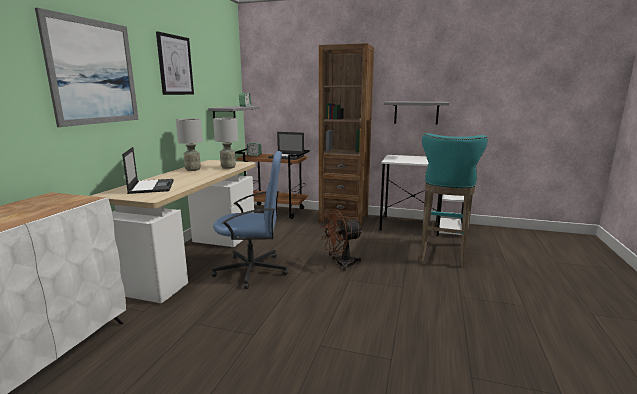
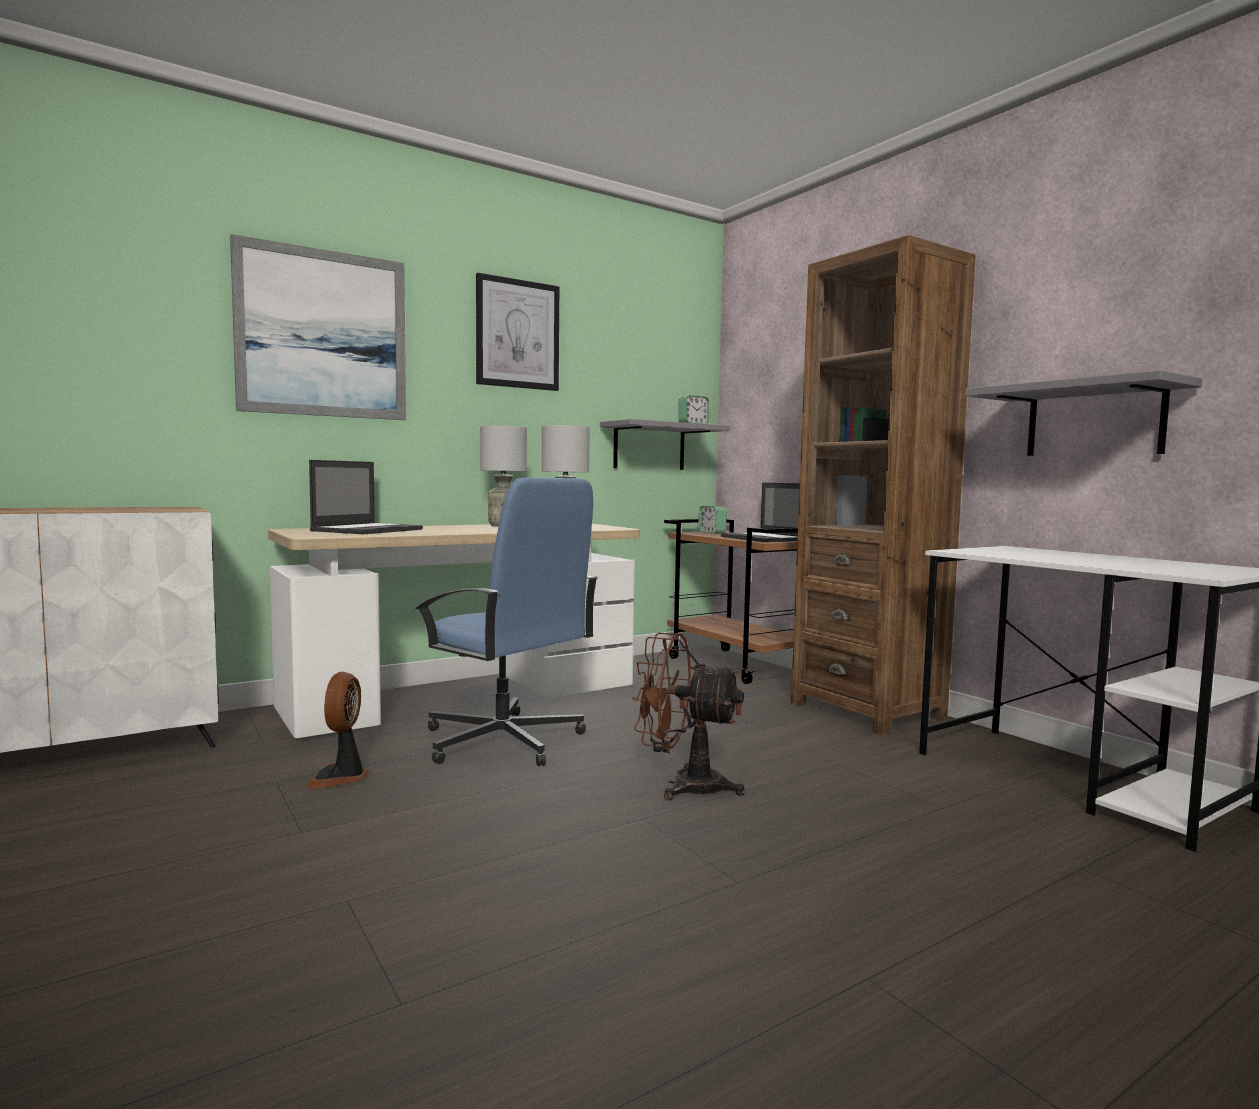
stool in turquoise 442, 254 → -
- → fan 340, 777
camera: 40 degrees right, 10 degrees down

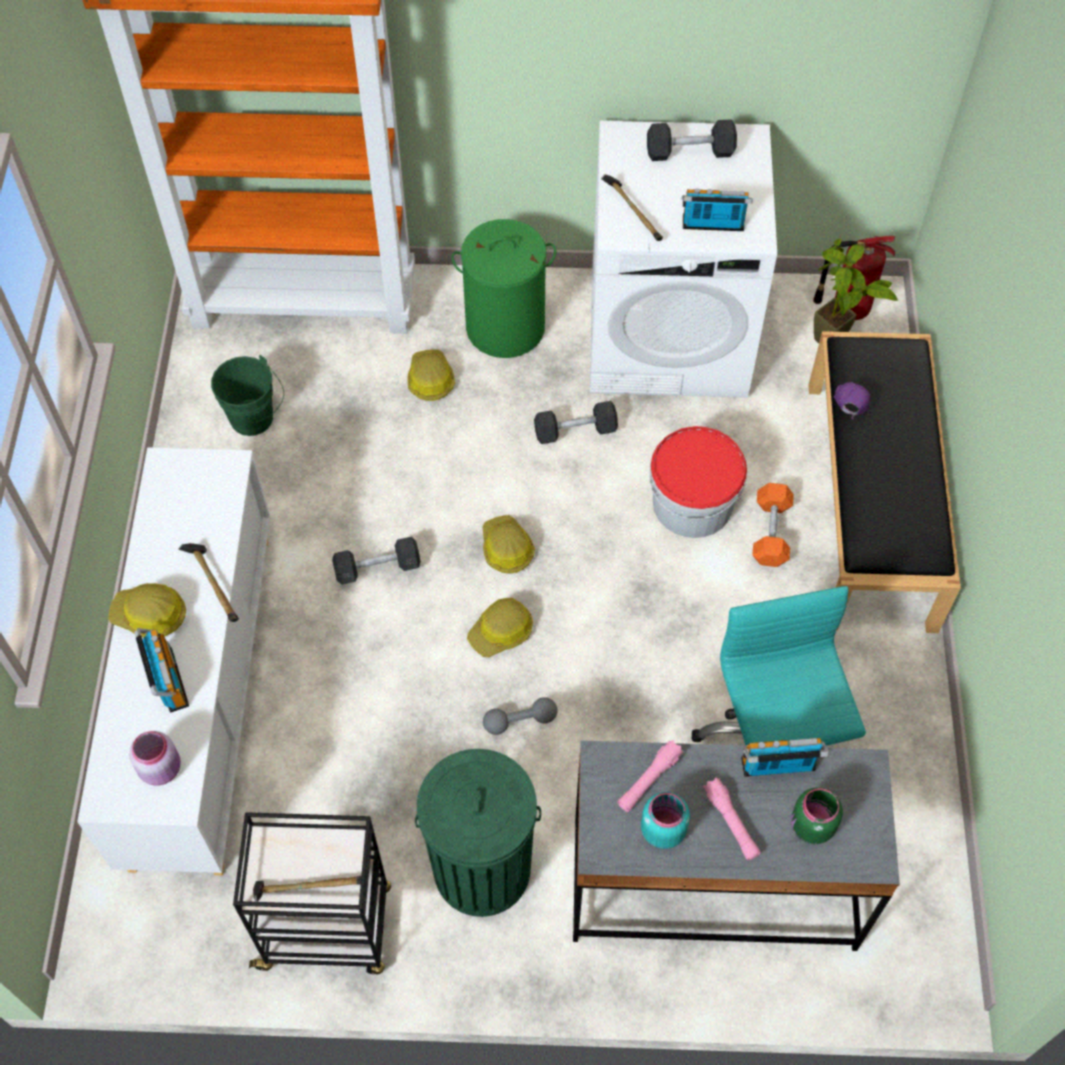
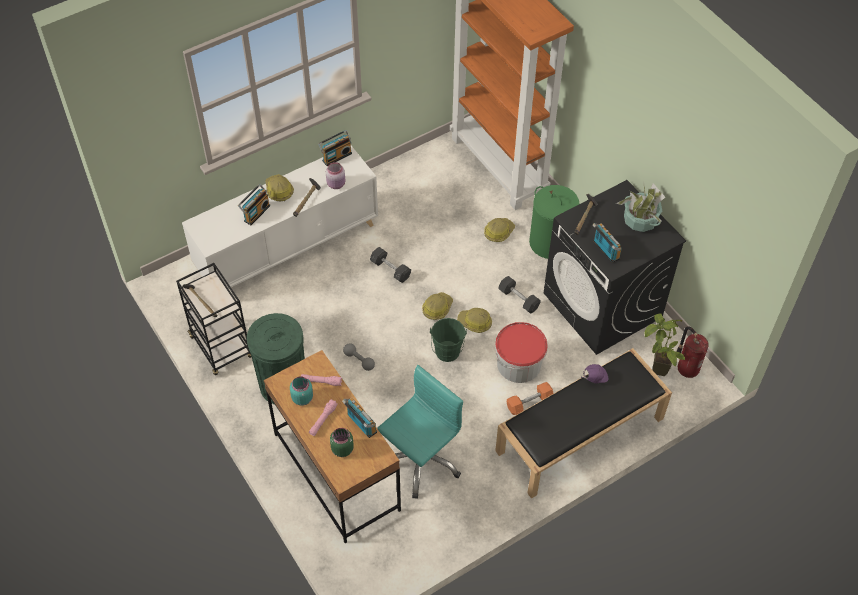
jar in pink 162, 767 → jar in pink 336, 184, move
bucket in green 255, 421 → bucket in green 447, 354, move
hard hat 501, 632 → hard hat 475, 323, move
desk in grey 712, 884 → desk in brown 336, 471
washing machine in white 669, 336 → washing machine in black 603, 305
dumbbell in grey 690, 152 → potted plant 640, 220
- → radio 336, 156
camera: 55 degrees right, 5 degrees down

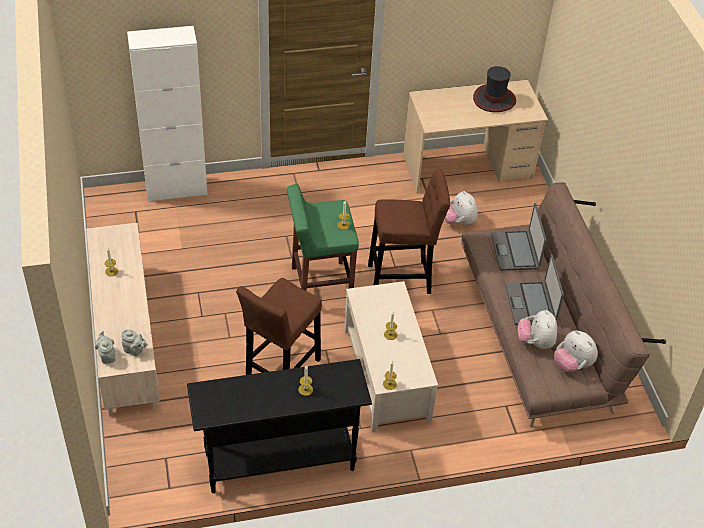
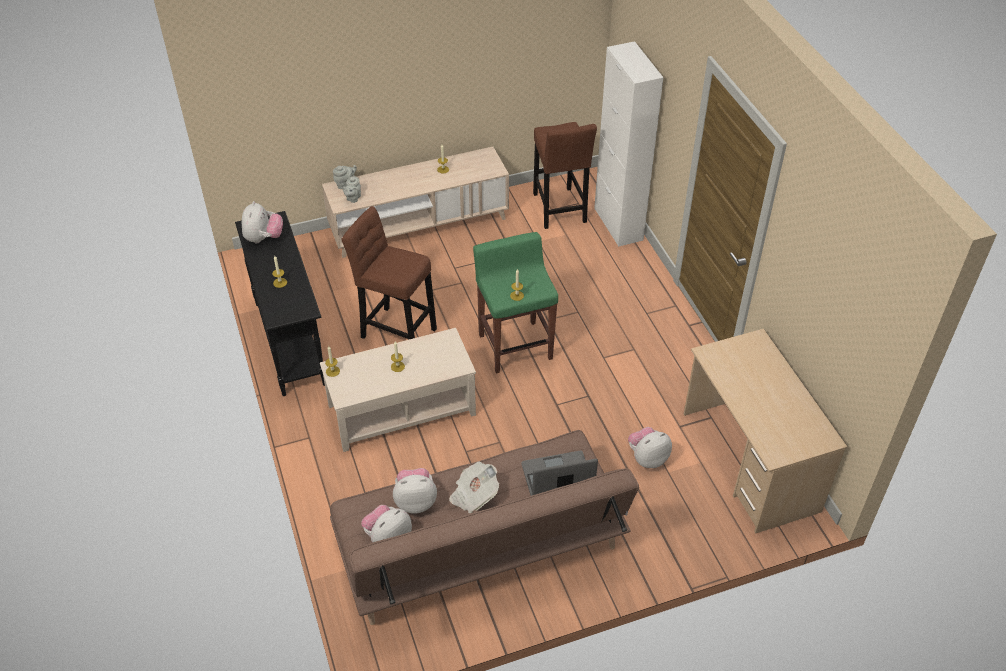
stool in brown 403, 278 → stool in brown 559, 210, move
hat 494, 99 → -
laptop 531, 304 → newspaper 474, 495
- → plush toy 263, 238
camera: 85 degrees right, 0 degrees up

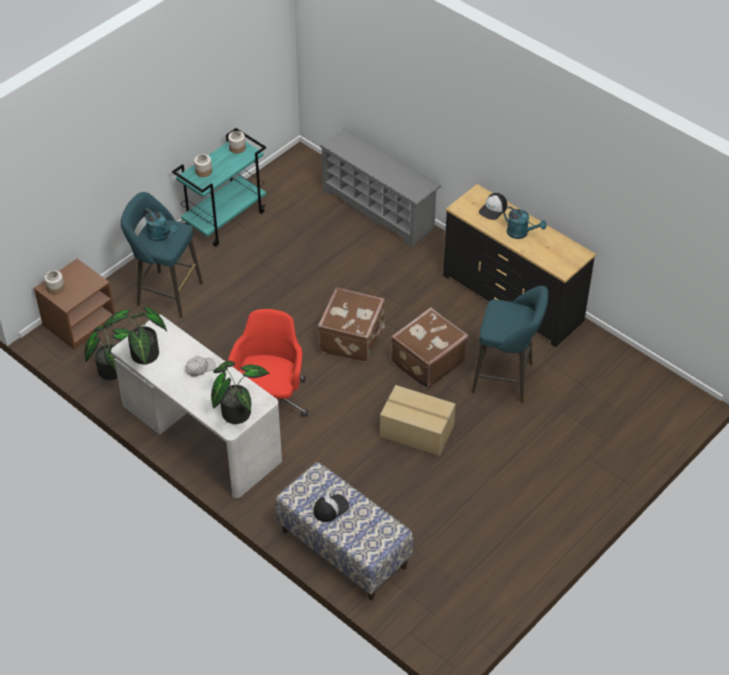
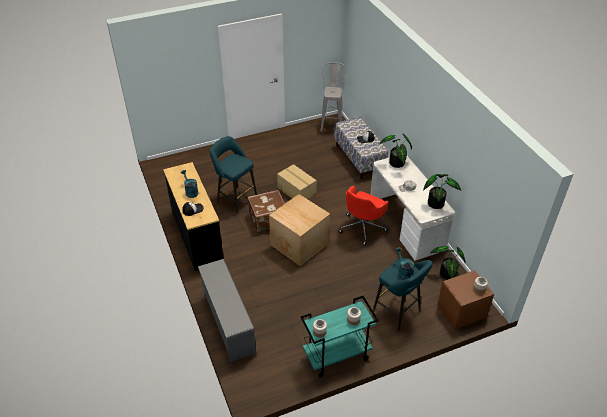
suitcase in brown 353, 338 → cardboard box 299, 245
- → stool in grey 331, 124
camera: 155 degrees left, 5 degrees down

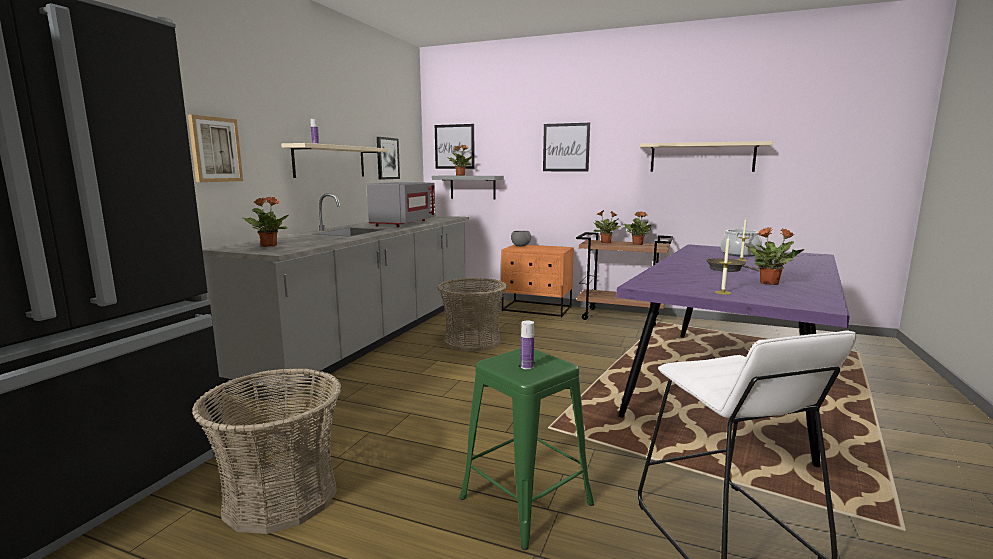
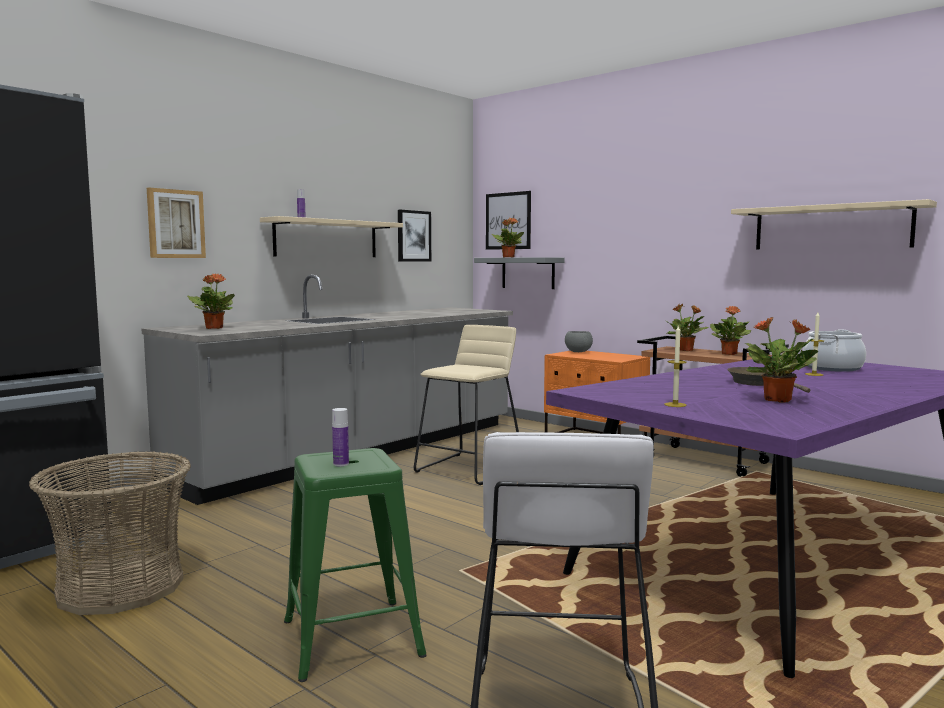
microwave in grey 403, 223 → -
basket 472, 341 → stool in beige 469, 469
picture 566, 147 → -
camera: 20 degrees right, 5 degrees down

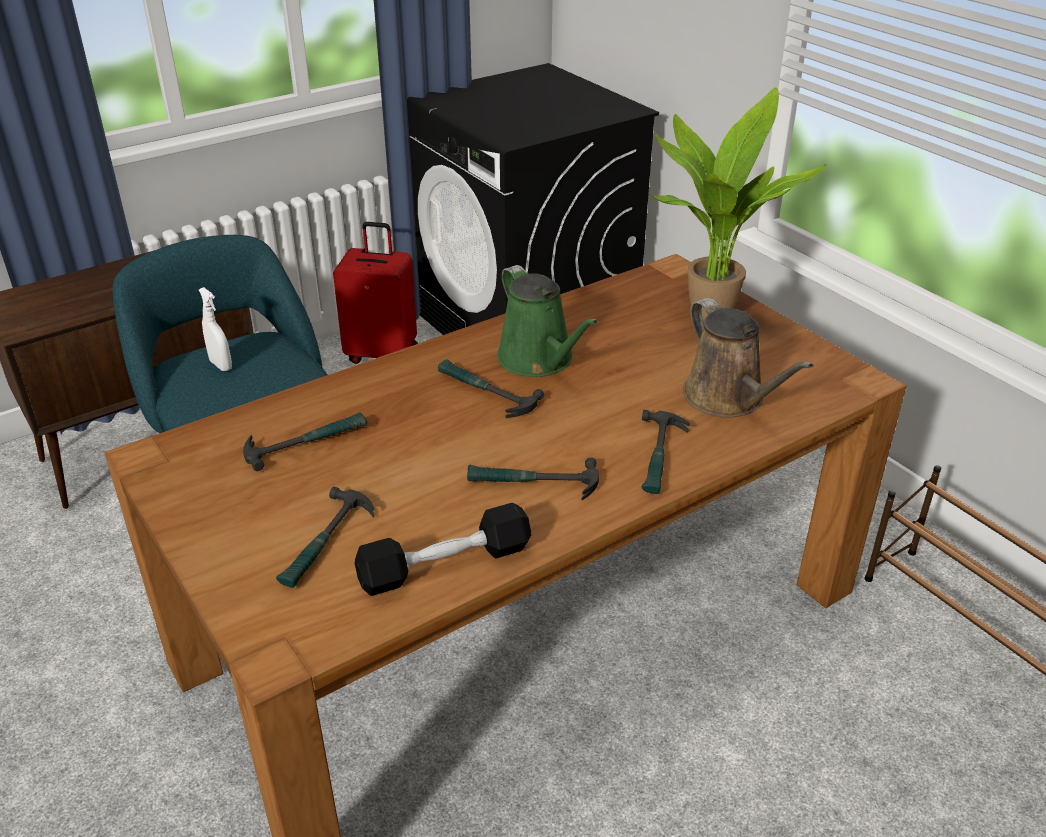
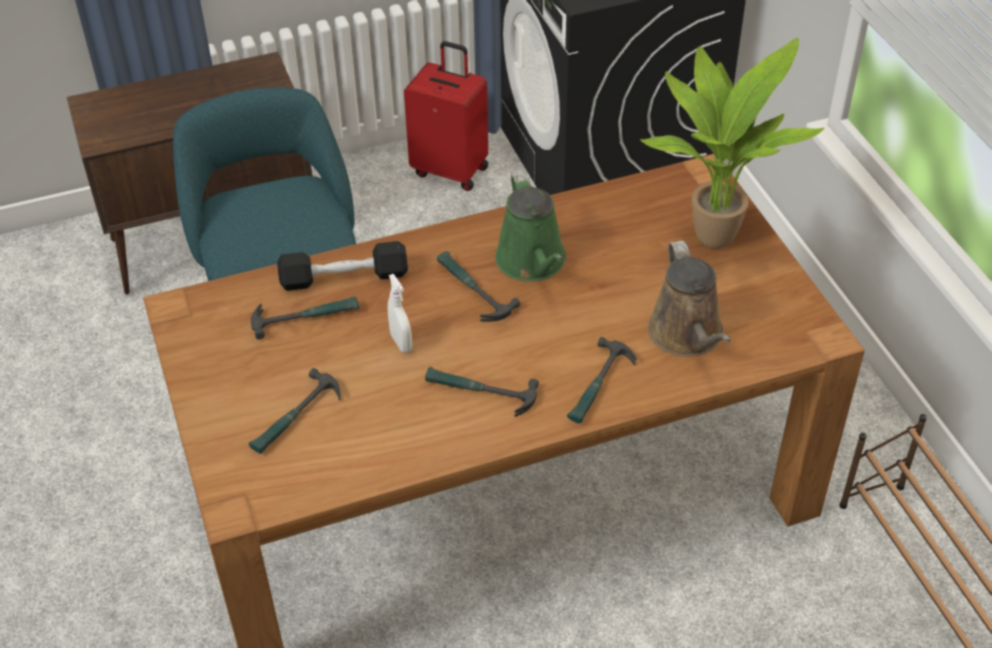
spray bottle in white 221, 365 → spray bottle in white 401, 343, move
dumbbell in black 445, 564 → dumbbell in black 344, 277, move
camera: 15 degrees right, 10 degrees up

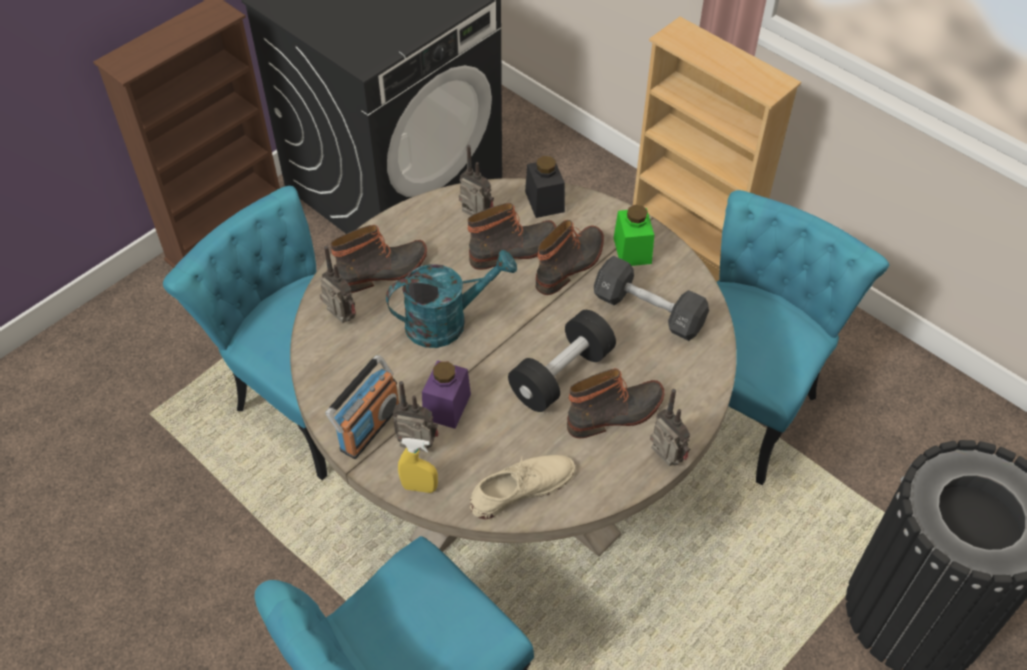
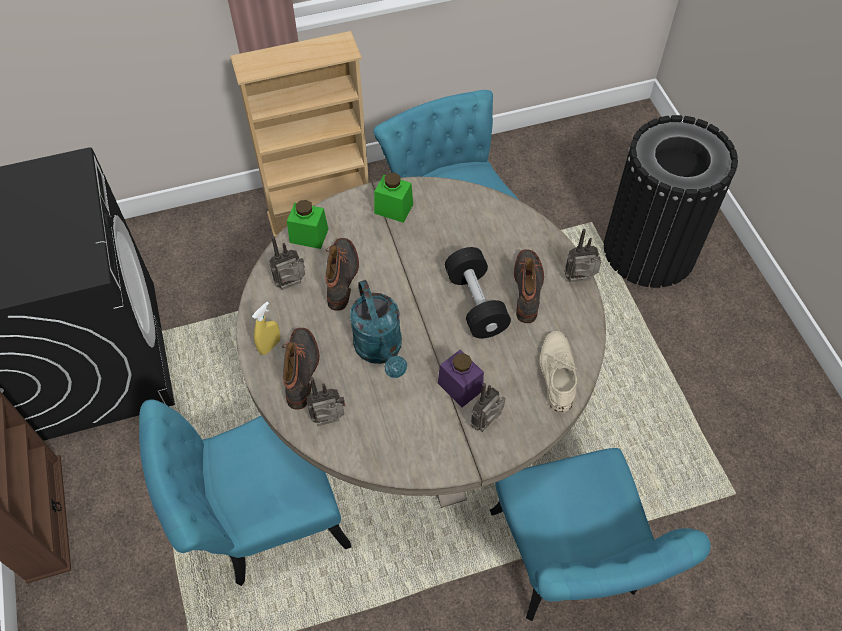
radio 369, 427 → -
watering can in turquoise 447, 321 → watering can in turquoise 381, 350, 150 degrees clockwise
spray bottle in yellow 419, 487 → spray bottle in yellow 270, 346, move
jar in black 544, 201 → jar in green 309, 236
boot 571, 265 → -
dumbbell in black 648, 311 → -
camera: 60 degrees left, 5 degrees up

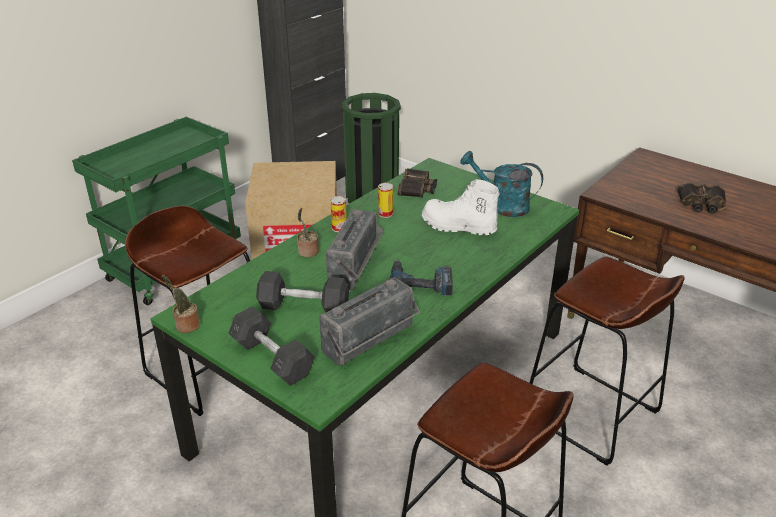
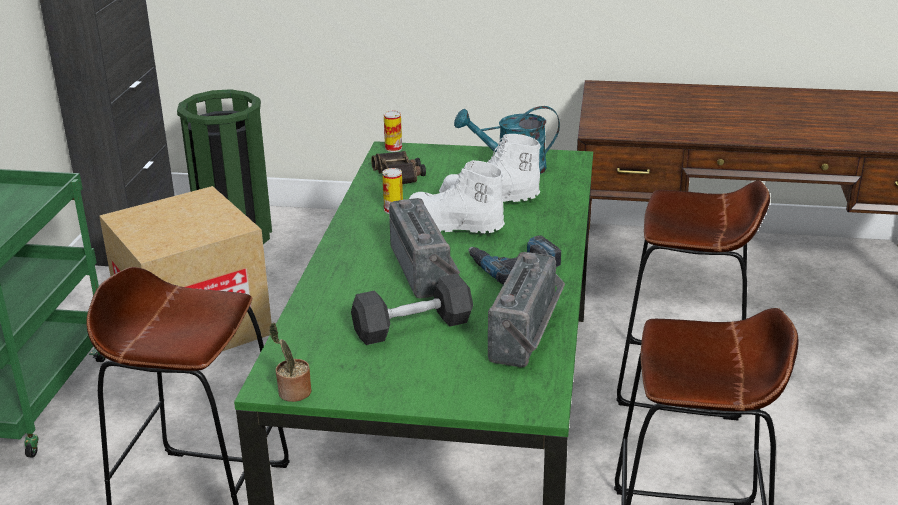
dumbbell in grey 272, 358 → -
potted plant 307, 252 → -
can 339, 228 → can 393, 148, move
binoculars 701, 204 → -
- → boot in white 453, 226
camera: 30 degrees left, 5 degrees down

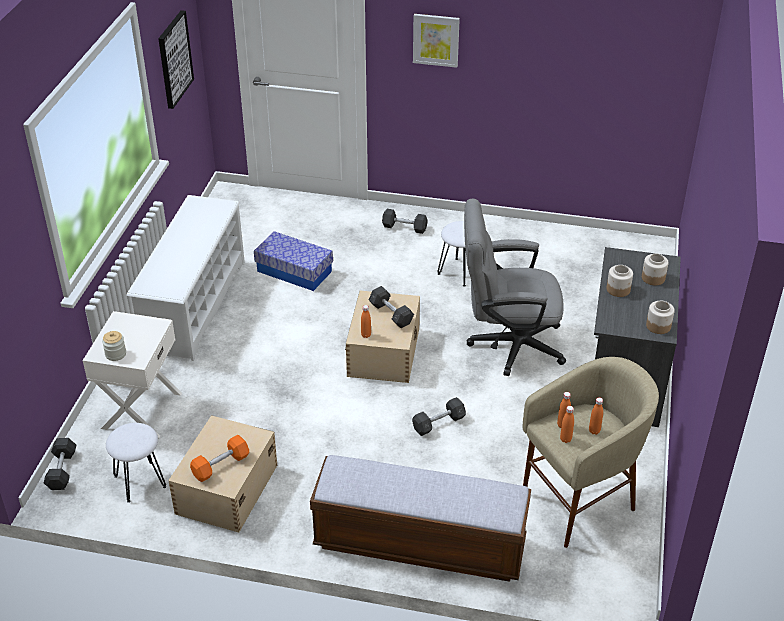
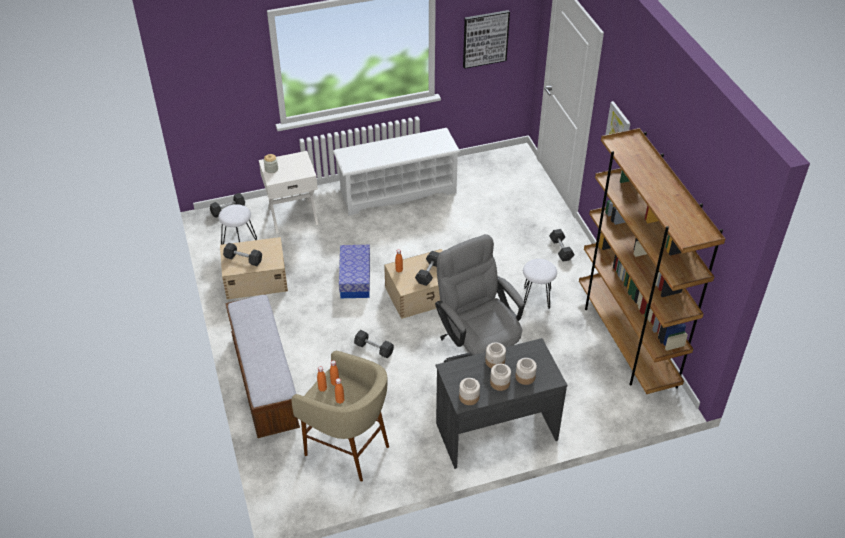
dumbbell in orange 220, 465 → dumbbell in grey 243, 259
storage box 294, 271 → storage box 355, 279, move
- → jar 500, 383
- → bookcase in brown 626, 341
camera: 60 degrees right, 5 degrees up

